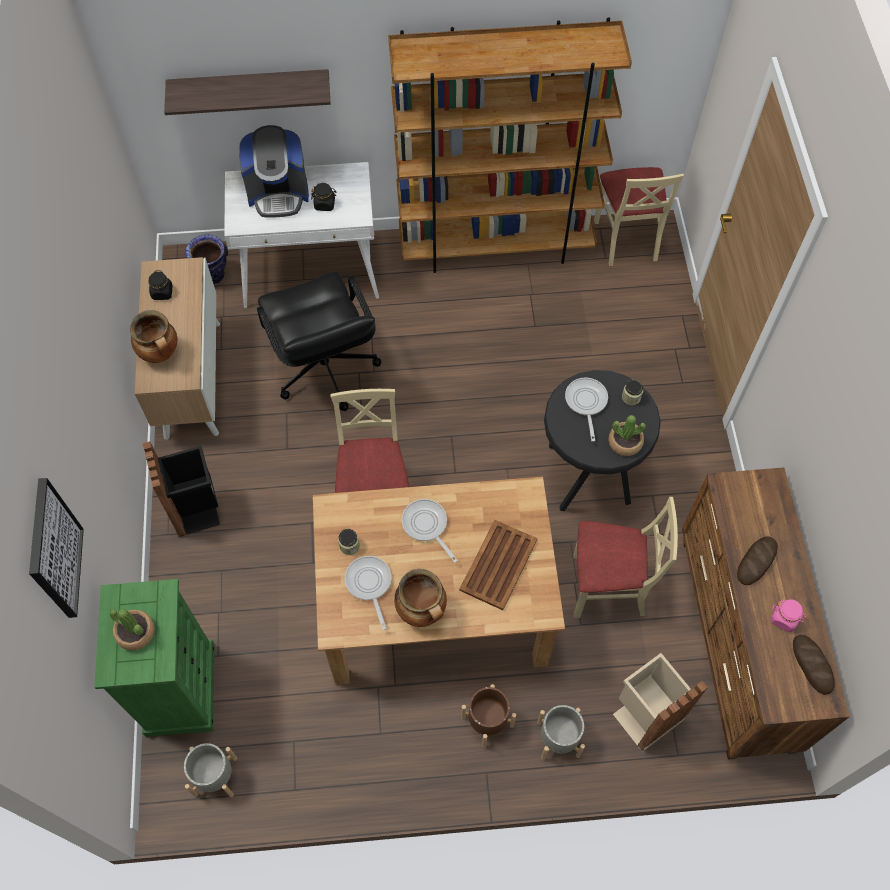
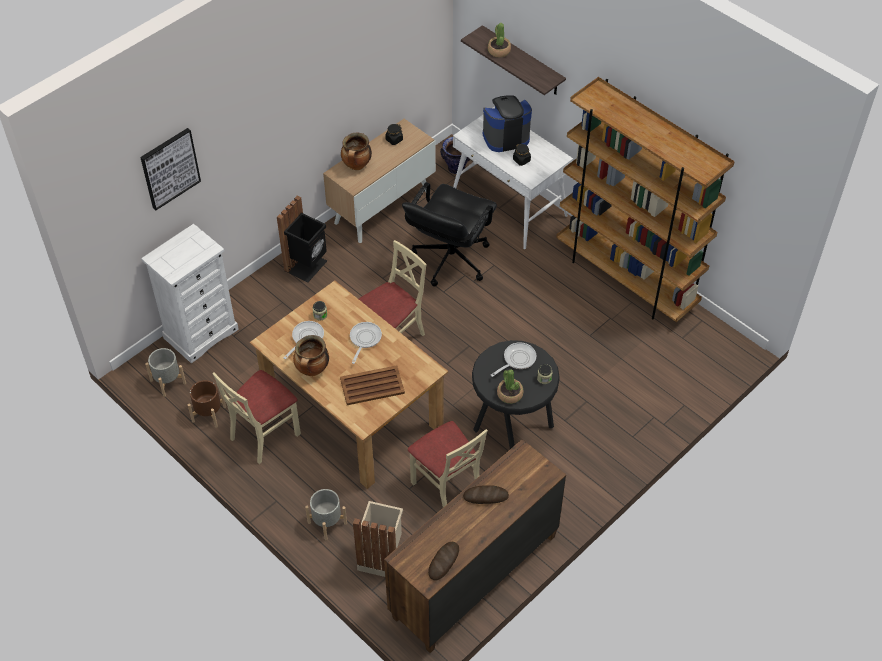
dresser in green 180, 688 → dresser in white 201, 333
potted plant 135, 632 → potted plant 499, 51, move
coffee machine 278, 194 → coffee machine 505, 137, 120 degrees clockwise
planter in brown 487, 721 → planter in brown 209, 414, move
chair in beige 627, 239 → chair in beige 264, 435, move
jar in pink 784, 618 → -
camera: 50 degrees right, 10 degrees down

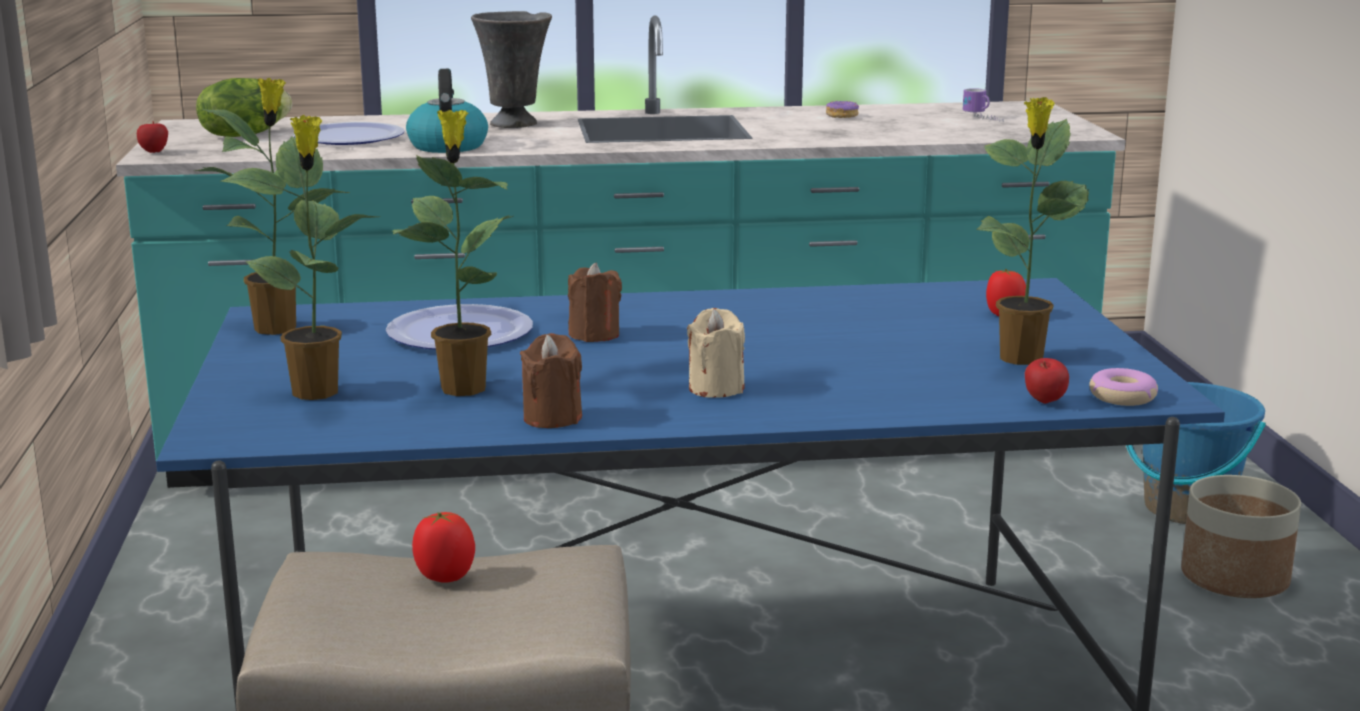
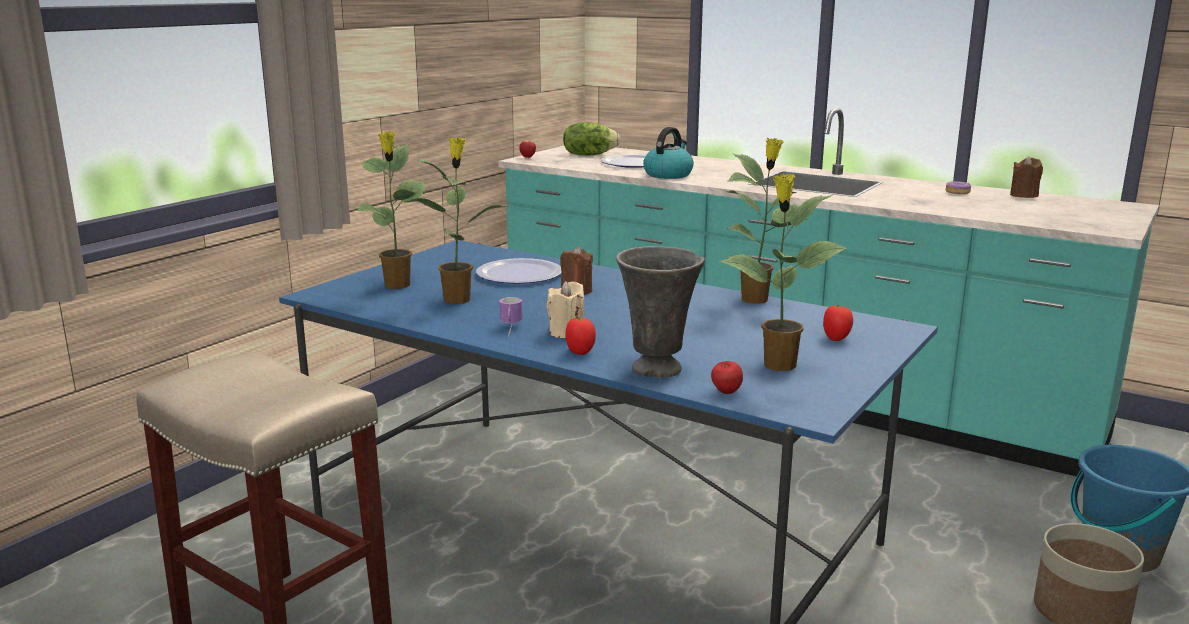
potted plant 278, 328 → potted plant 756, 299, move
tomato 444, 577 → tomato 580, 352, move
vase in grey 515, 125 → vase in grey 658, 370, move
candle in brown 552, 418 → candle in brown 1024, 195, move
mug 983, 119 → mug 510, 330, move
donut 1122, 397 → -
camera: 40 degrees right, 0 degrees up

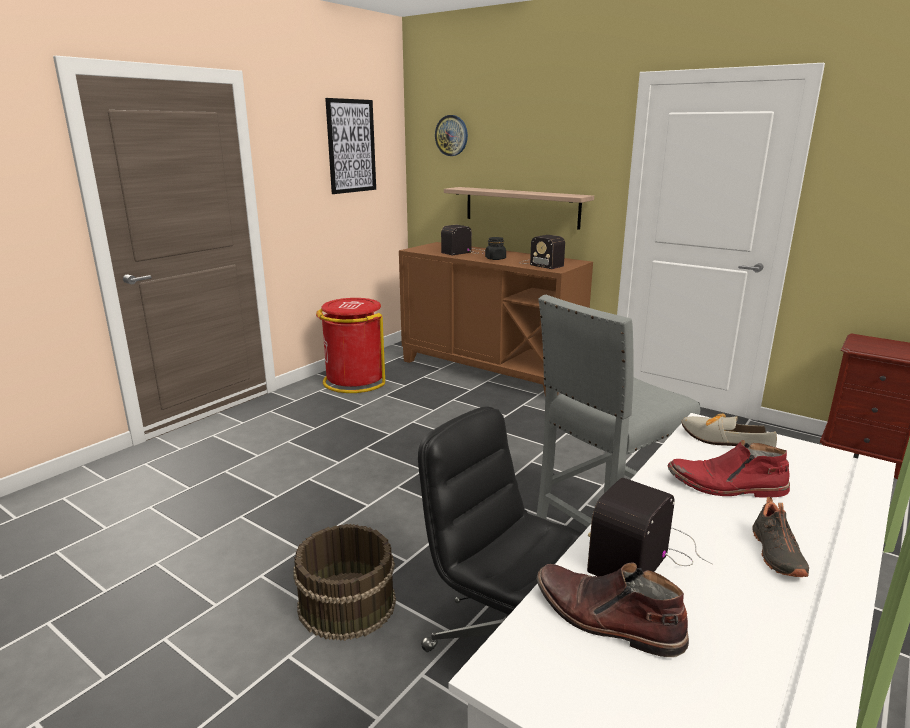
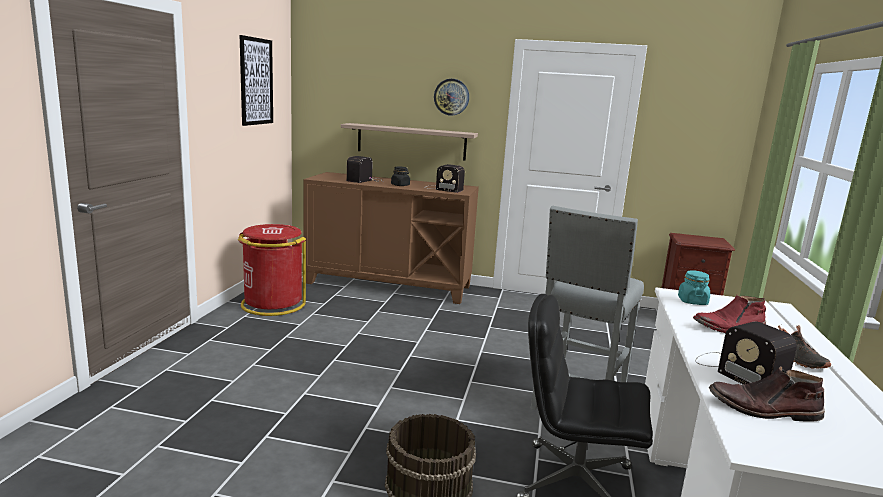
wall clock 451, 135 → wall clock 451, 97, move
radio 645, 552 → radio 736, 370, 45 degrees counterclockwise
shoe 720, 439 → jar in turquoise 692, 301
camera: 25 degrees left, 5 degrees down

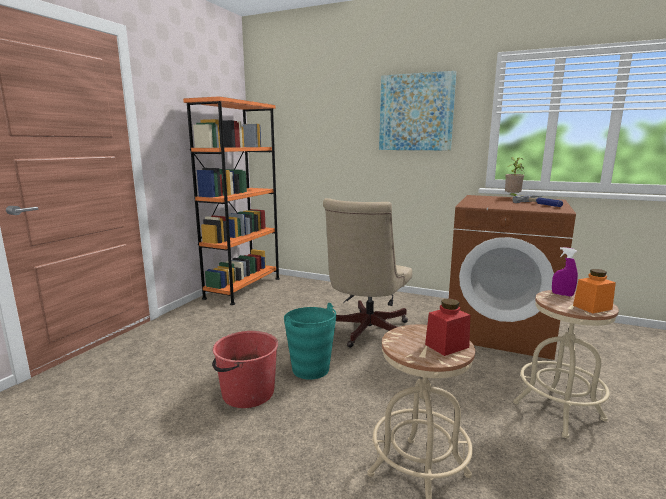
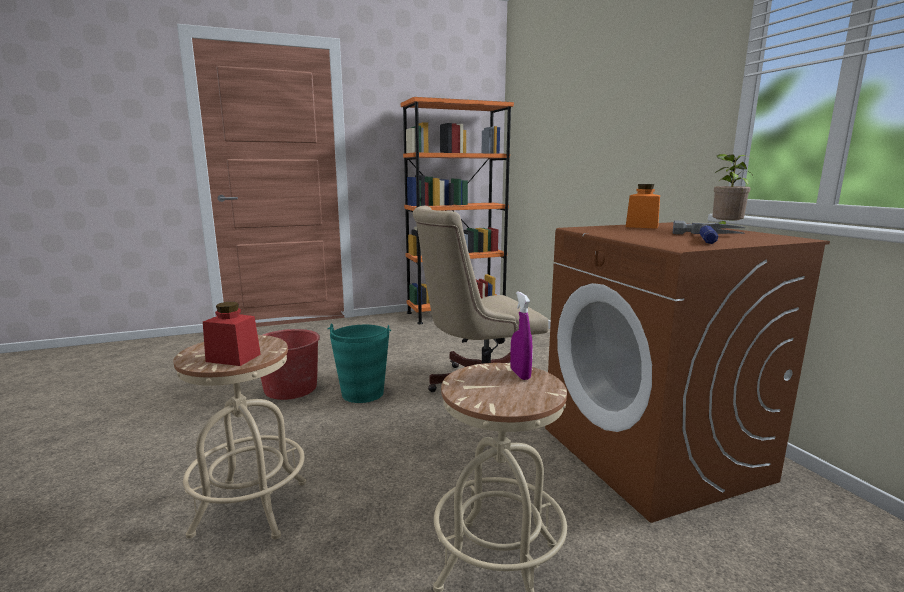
picture 416, 112 → -
jar in orange 592, 307 → jar in orange 642, 226, move
camera: 45 degrees right, 0 degrees up

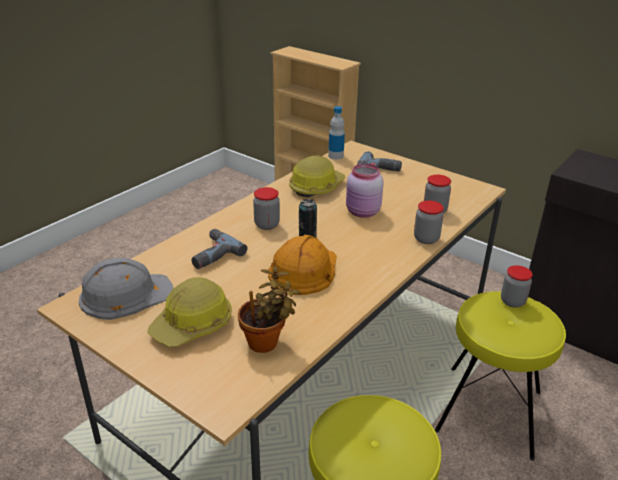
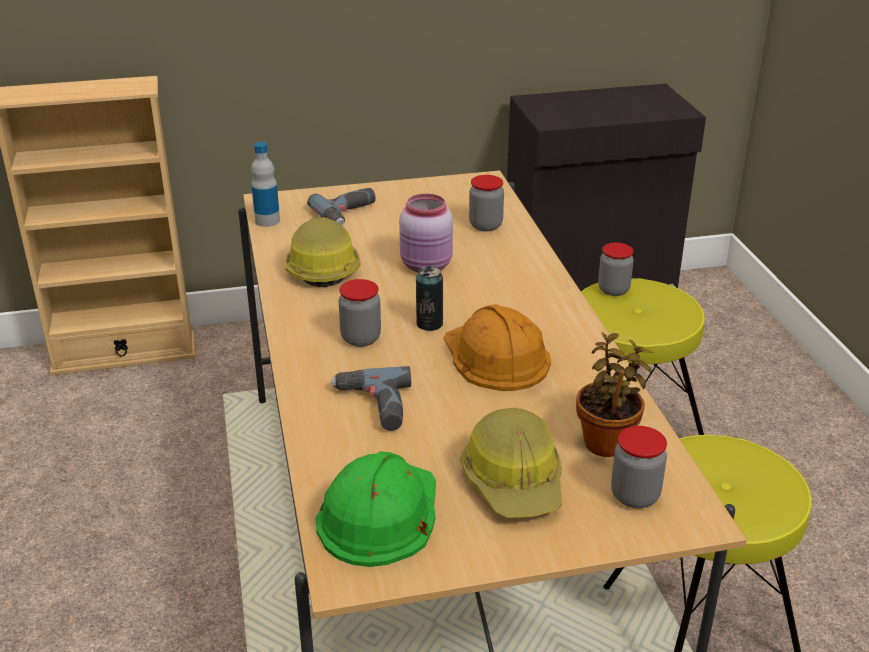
hard hat in grey 125, 294 → hard hat in green 379, 513
jar 426, 239 → jar 635, 496, move
camera: 50 degrees left, 0 degrees up

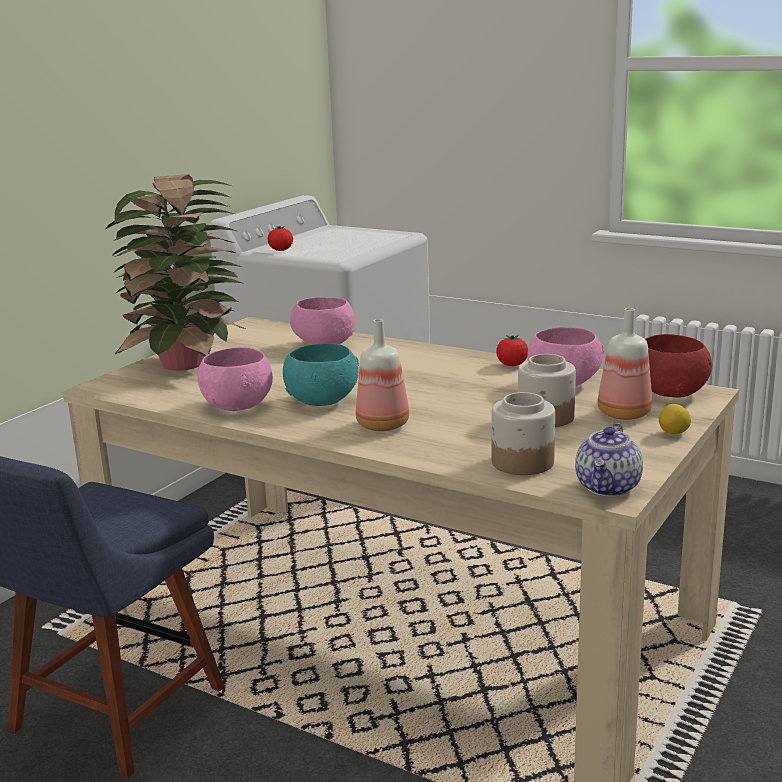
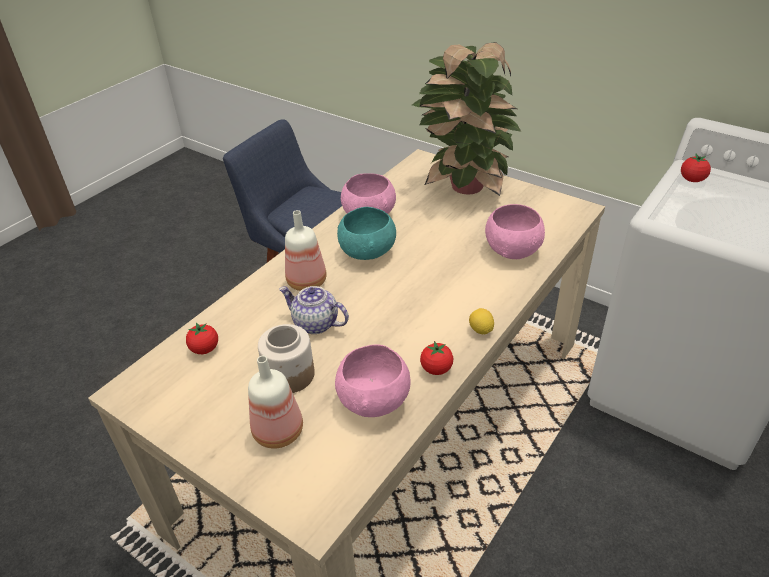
jar 522, 463 → tomato 205, 349
teapot 609, 487 → teapot 315, 323, move
bowl in red 670, 392 → -
lemon 674, 433 → lemon 480, 330, move
camera: 95 degrees right, 20 degrees up

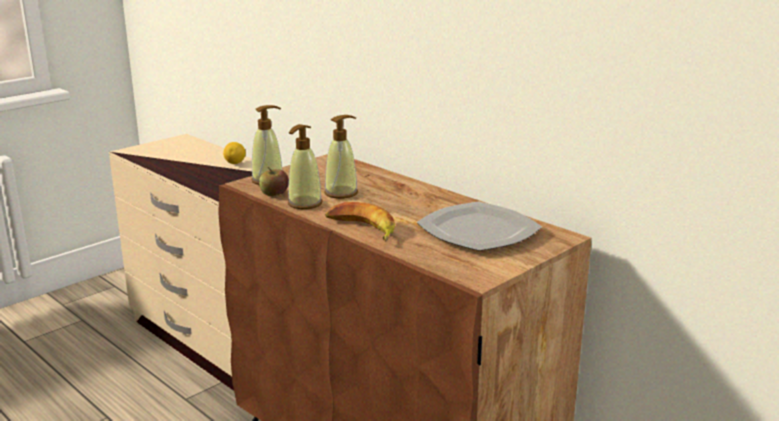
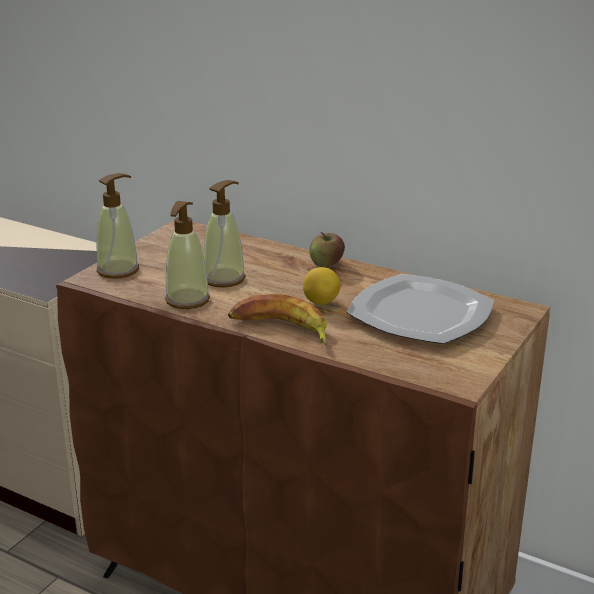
lemon 235, 163 → lemon 321, 302, move
apple 274, 194 → apple 326, 264, move
camera: 15 degrees left, 5 degrees up

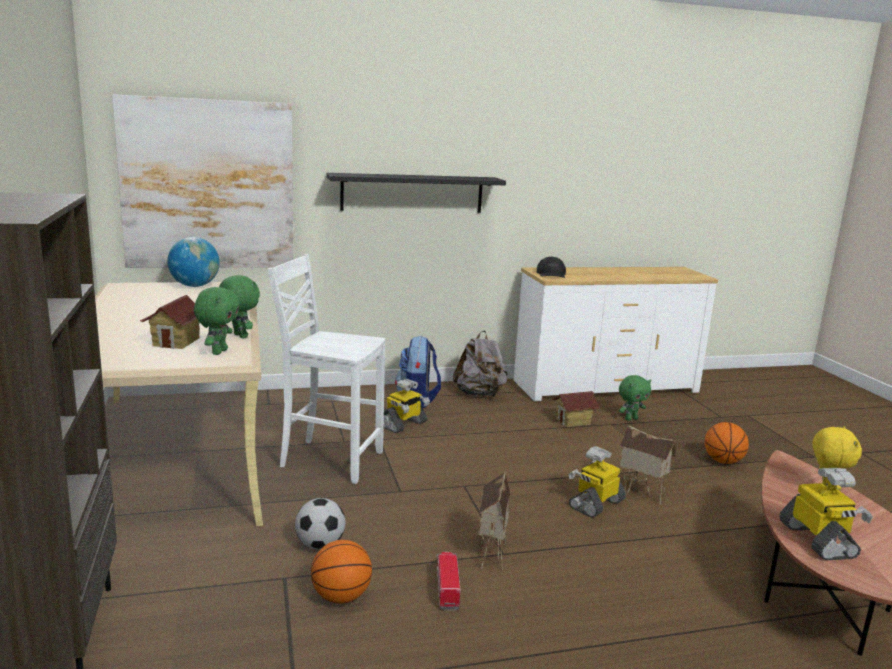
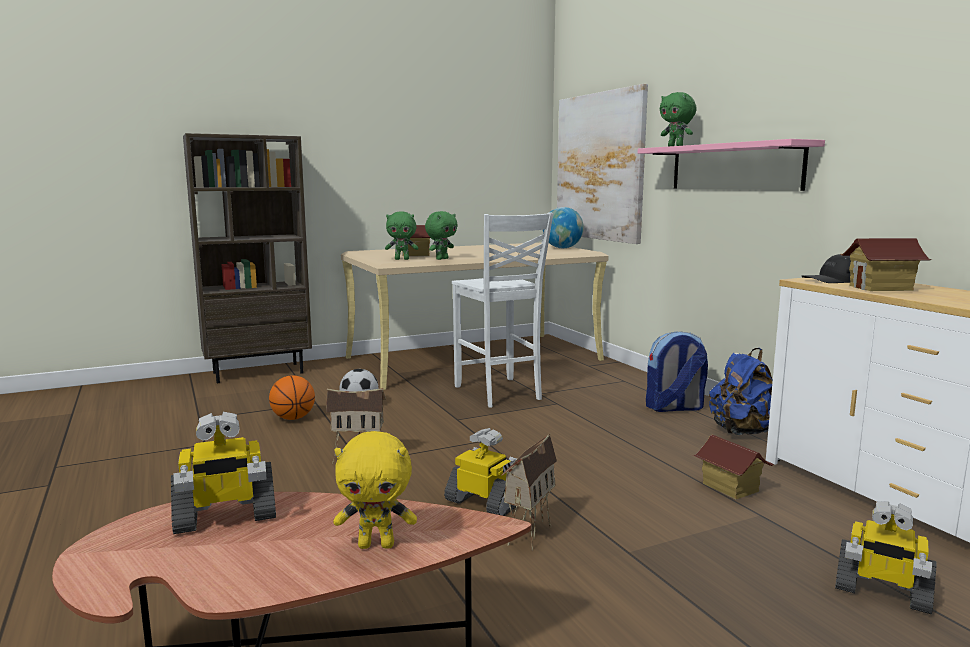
chair in white 329, 459 → chair in white 499, 393, 150 degrees clockwise
shelf in black 412, 193 → shelf in pink 734, 167
toy robot 403, 425 → toy robot 881, 591, move
toy truck 447, 585 → -
backpack in grey 479, 394 → backpack in blue 741, 432
plush toy in green 631, 419 → plush toy in green 676, 146, move
basketball 723, 461 → -
- → toy house 881, 288
camera: 80 degrees right, 5 degrees down

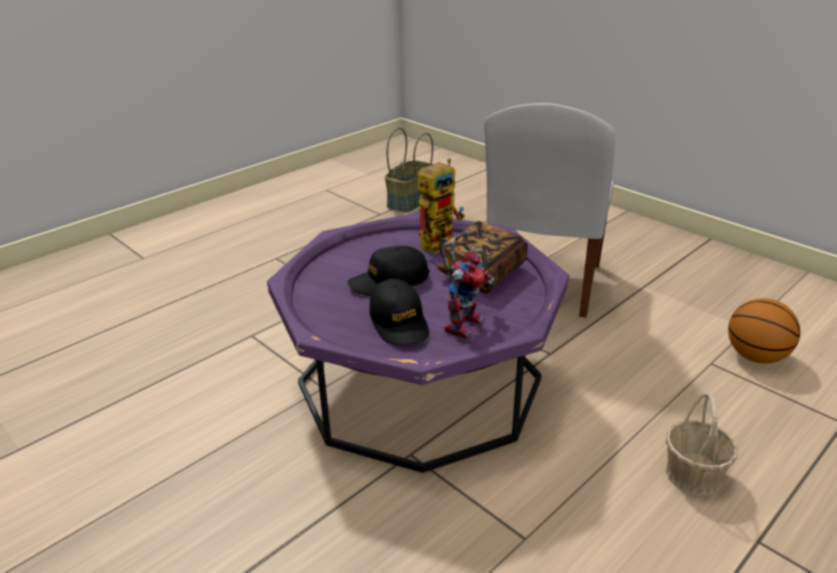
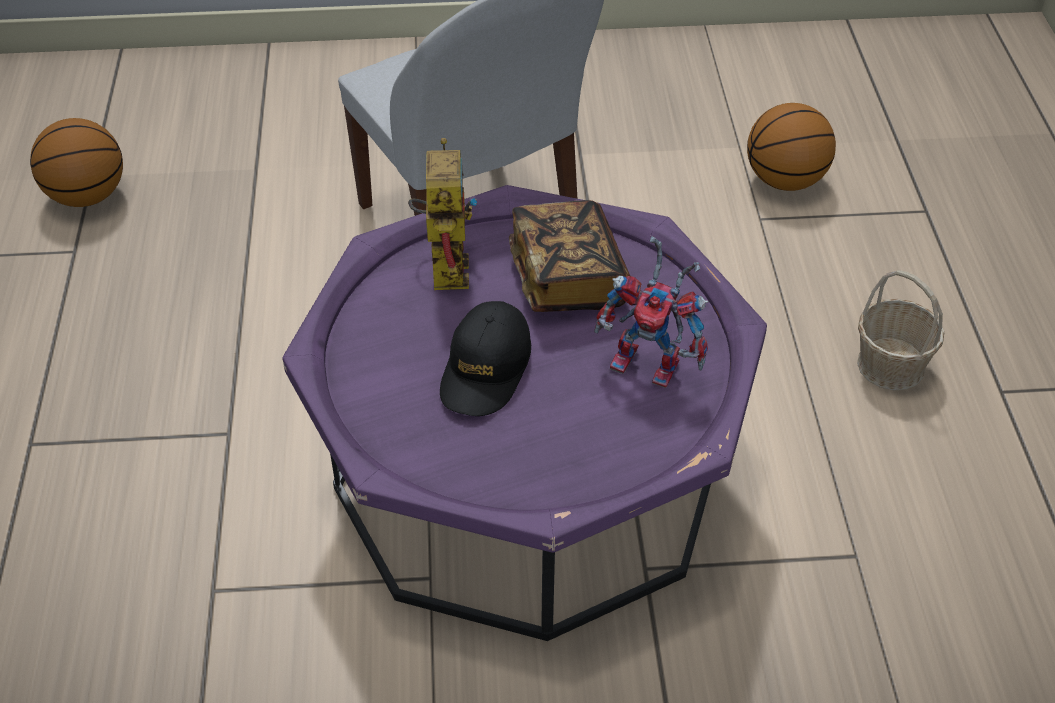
cap in black 399, 322 → -
basket 410, 201 → basketball 87, 196
toy robot 462, 322 → toy robot 652, 364, 135 degrees clockwise
camera: 50 degrees left, 15 degrees up

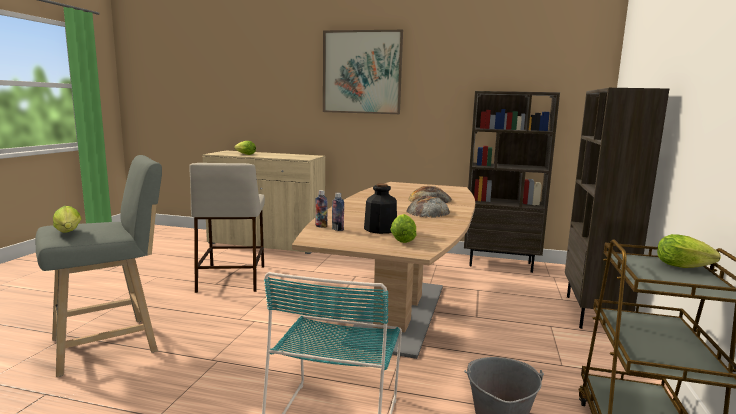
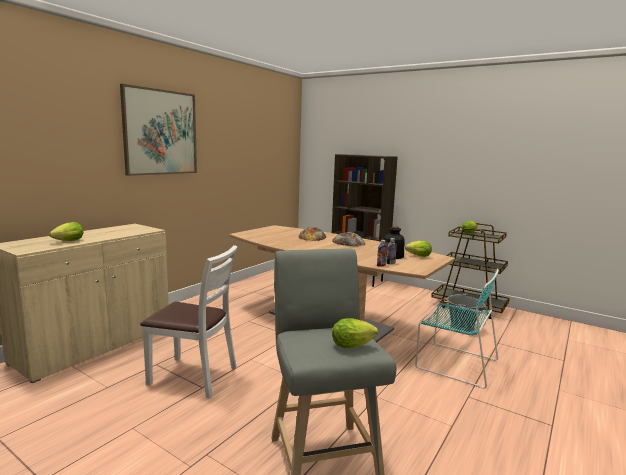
stool in beige 231, 278 → chair in white 194, 376
bookcase in brown 500, 264 → -
camera: 70 degrees left, 0 degrees up

